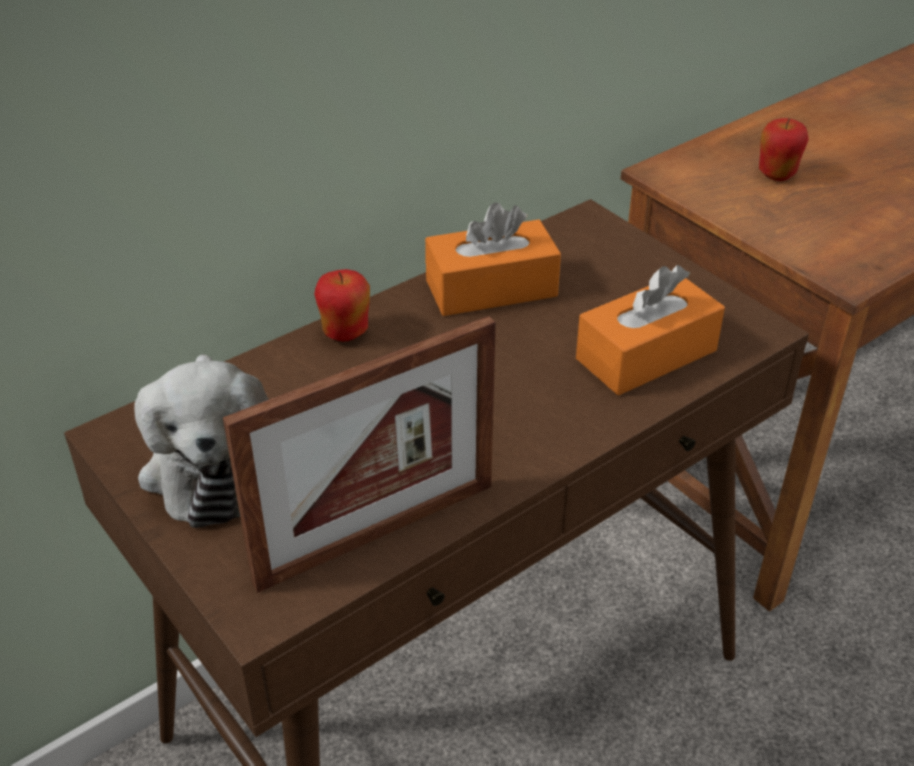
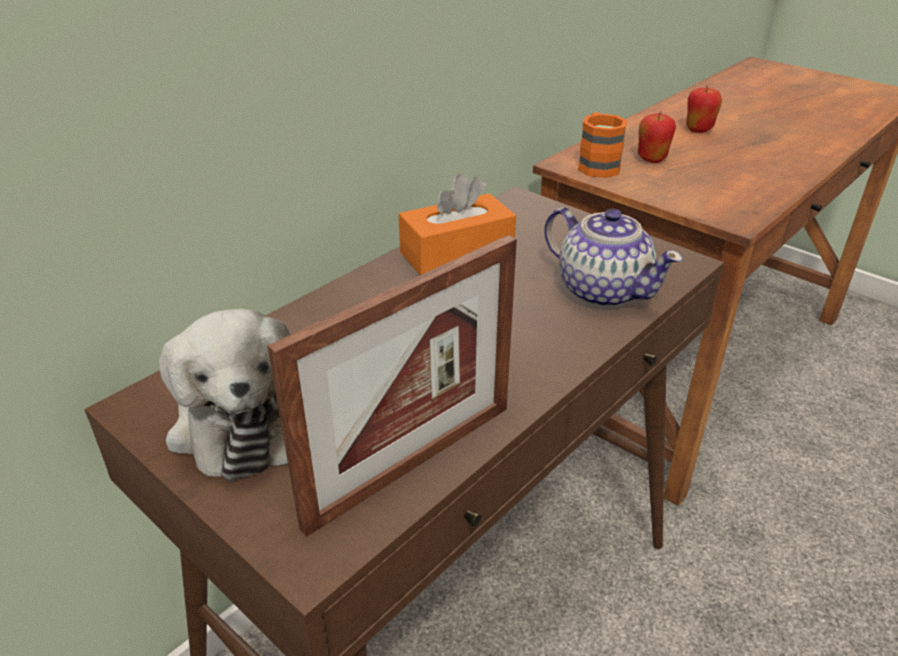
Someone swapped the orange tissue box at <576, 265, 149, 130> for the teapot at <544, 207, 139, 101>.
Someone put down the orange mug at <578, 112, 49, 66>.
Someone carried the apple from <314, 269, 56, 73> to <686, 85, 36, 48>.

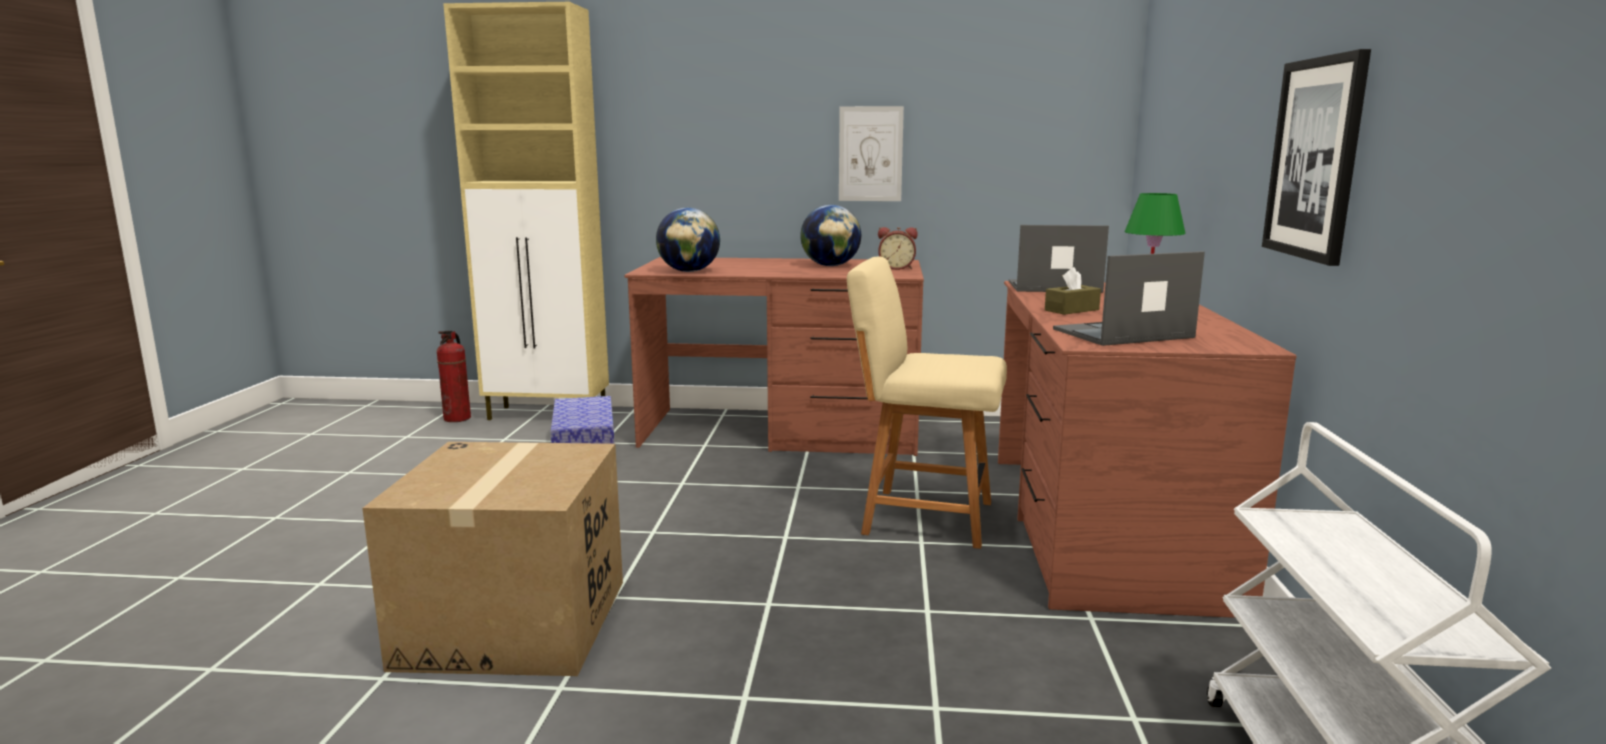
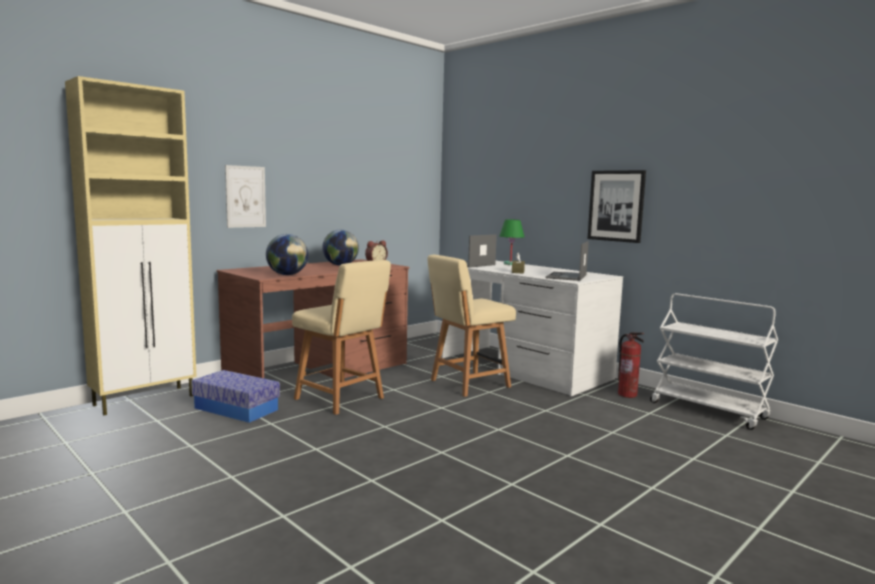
Someone carried the picture from <839, 106, 65, 95> to <225, 165, 41, 63>.
Someone put down the beige chair at <292, 260, 99, 155>.
Someone repainted the brown desk at <998, 281, 299, 337>, which became the white desk at <442, 261, 181, 135>.
Someone carried the fire extinguisher from <437, 331, 34, 91> to <618, 332, 26, 66>.
Someone took away the cardboard box at <362, 442, 261, 234>.

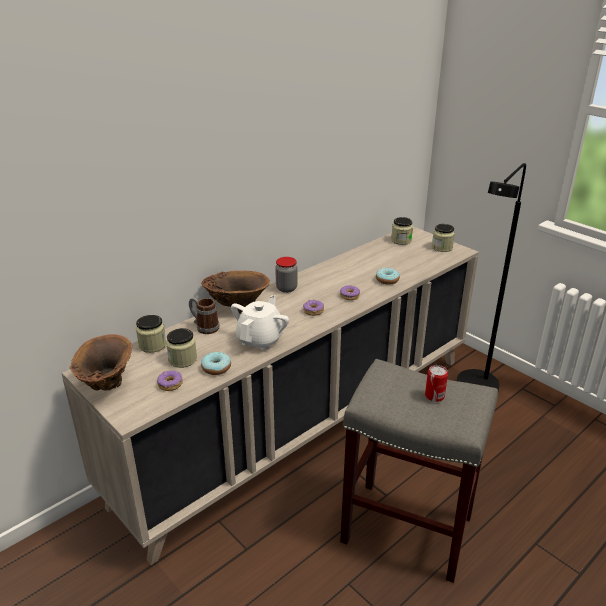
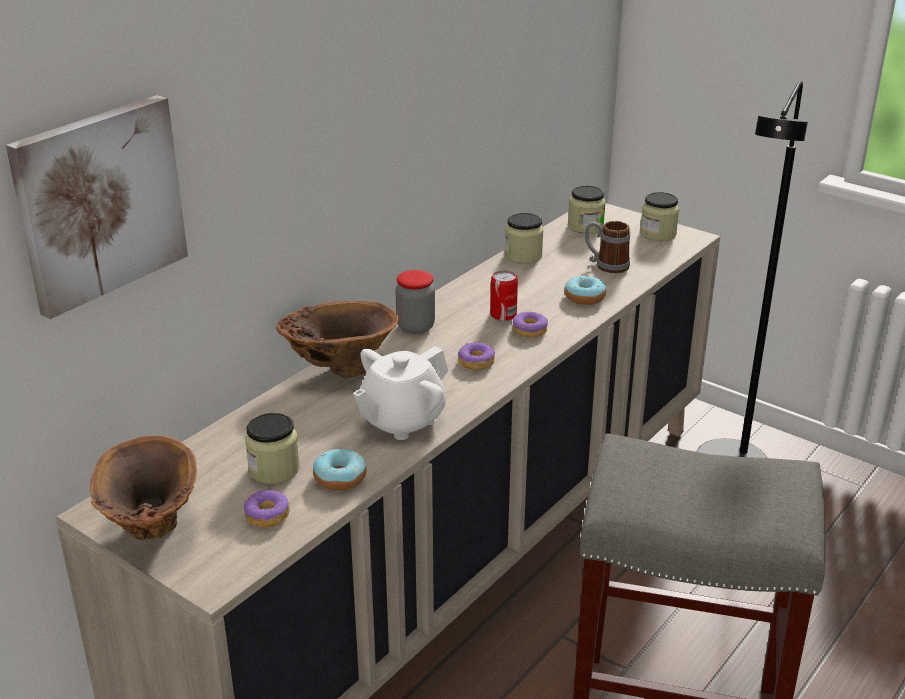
Someone put up the picture at <6, 95, 182, 224>.
Someone rotated the white teapot at <231, 295, 58, 56> by 150 degrees counterclockwise.
Someone carried the can from <425, 365, 23, 37> to <490, 270, 28, 51>.
Someone carried the jar from <136, 315, 30, 38> to <505, 213, 38, 51>.
Someone carried the mug from <189, 297, 31, 37> to <584, 221, 46, 52>.

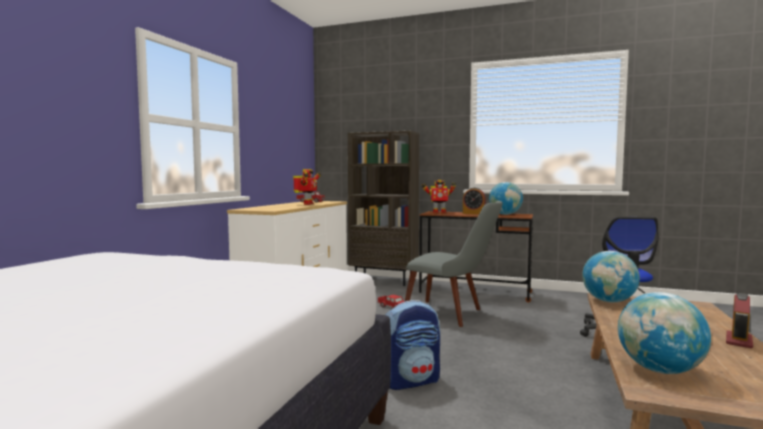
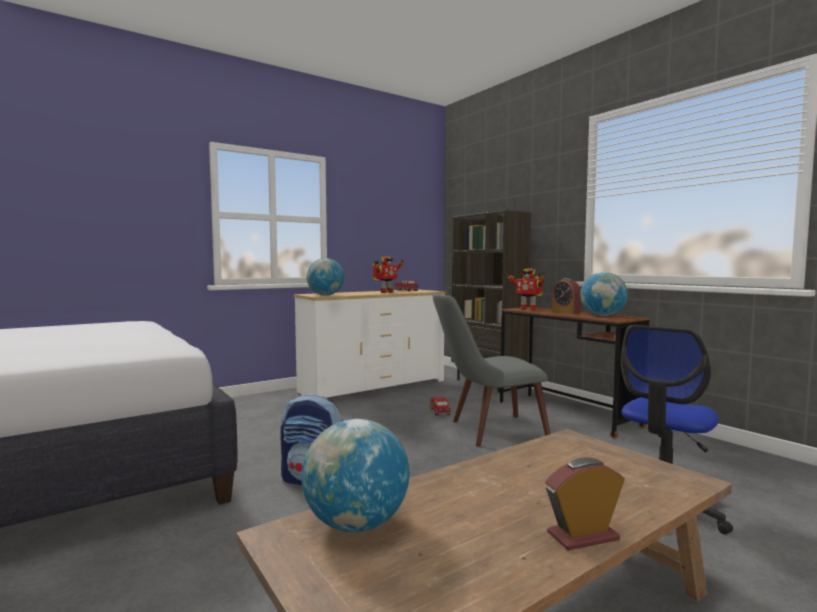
Someone carried the globe from <582, 251, 58, 51> to <306, 258, 38, 38>.
Someone rotated the grey chair at <405, 201, 98, 126> by 105 degrees clockwise.

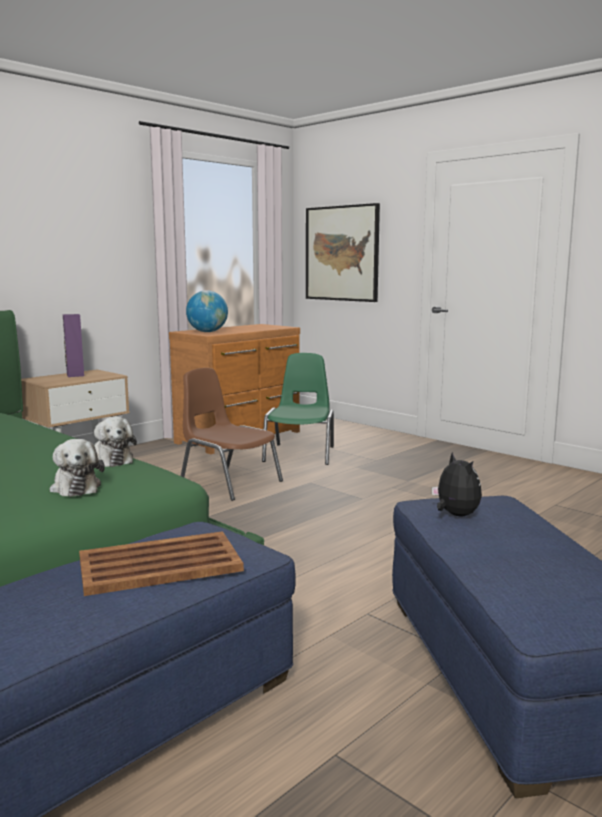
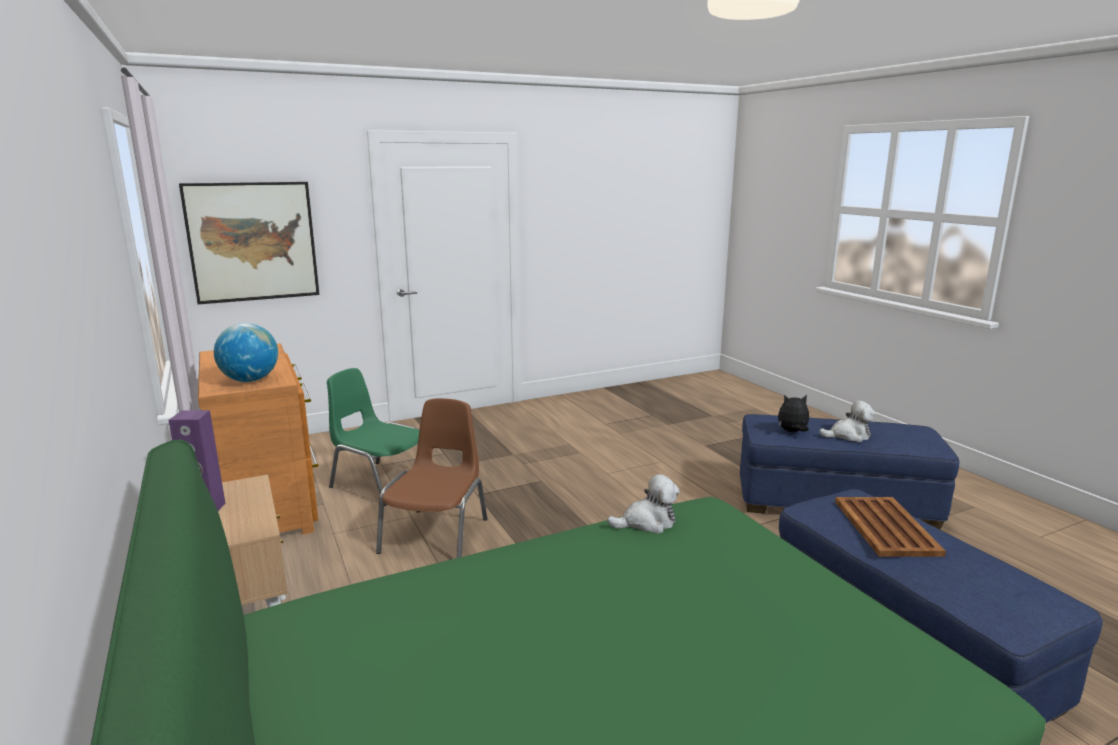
Someone rotated the brown chair at <181, 368, 102, 133> by 135 degrees clockwise.
Someone carried the plush toy from <49, 439, 56, 58> to <819, 401, 56, 41>.

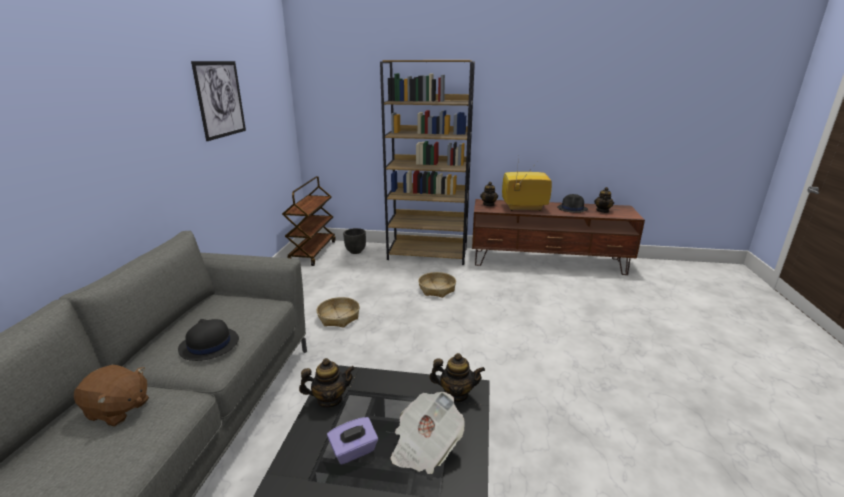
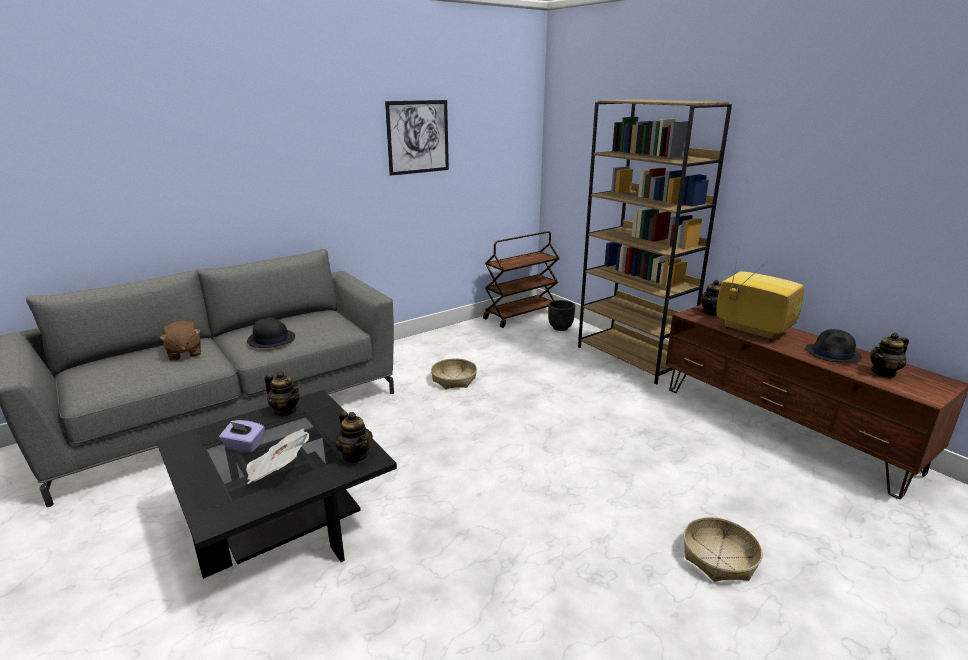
Someone carried the basket from <418, 272, 38, 26> to <683, 517, 79, 64>.

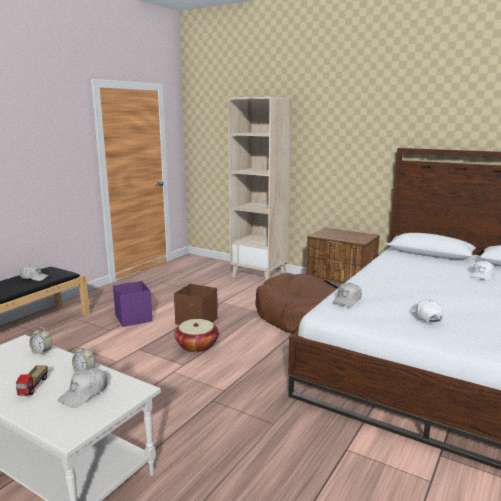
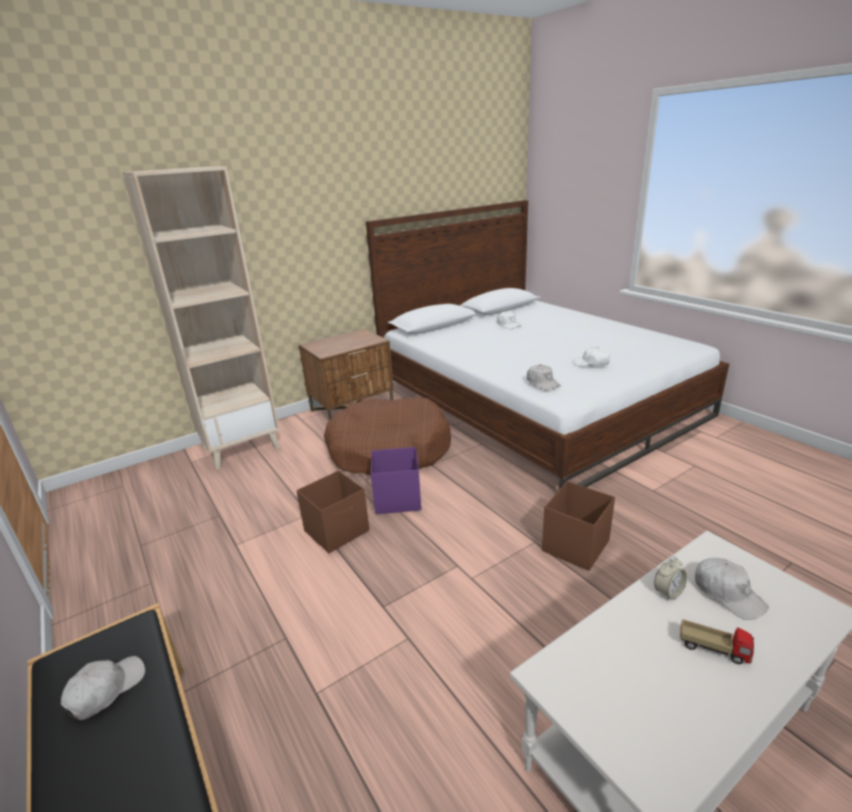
Someone carried the purple storage box from <113, 281, 39, 46> to <371, 447, 50, 67>.
Someone put down the brown storage box at <542, 481, 73, 90>.
Someone took away the alarm clock at <29, 327, 23, 27>.
Someone took away the basket at <174, 319, 45, 33>.

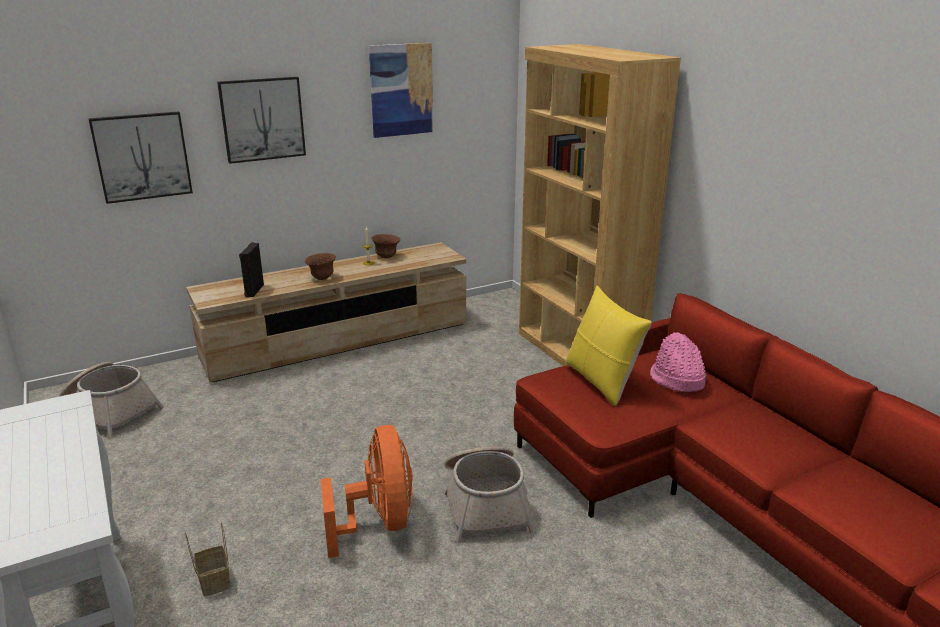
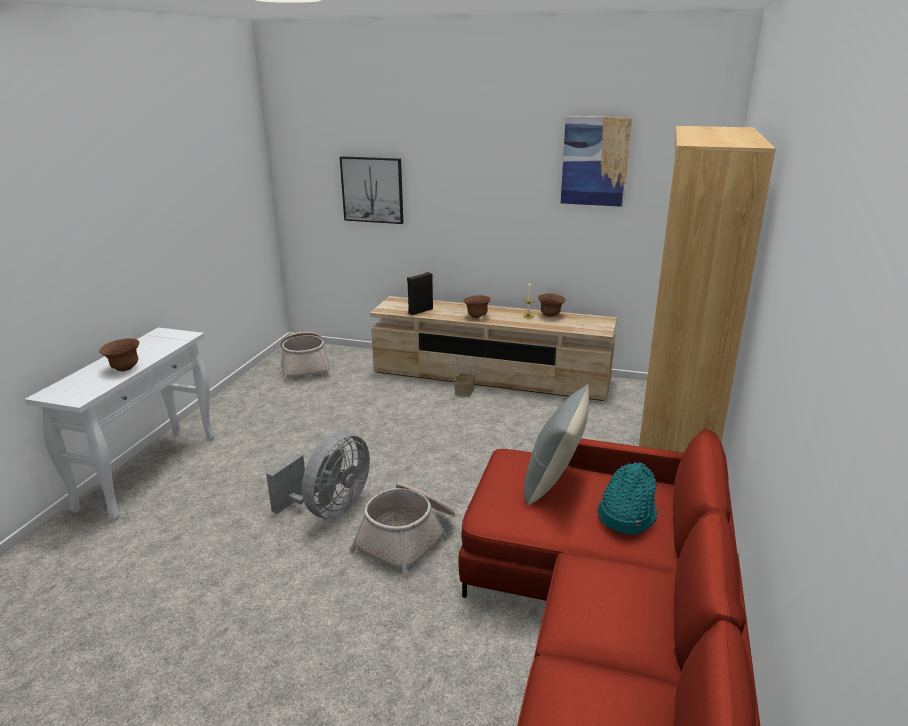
Someone put down the brown bowl at <99, 338, 40, 33>.
Someone repainted the orange fan at <321, 425, 92, 133>, which became the grey fan at <266, 432, 104, 87>.
Someone carried the basket from <185, 521, 46, 75> to <453, 357, 22, 40>.
Someone repainted the yellow pillow at <566, 286, 86, 120>, which became the grey pillow at <524, 384, 65, 121>.
Someone repainted the pink hat at <650, 332, 56, 60>, which became the turquoise hat at <597, 462, 60, 73>.
Someone took away the picture at <217, 77, 89, 87>.

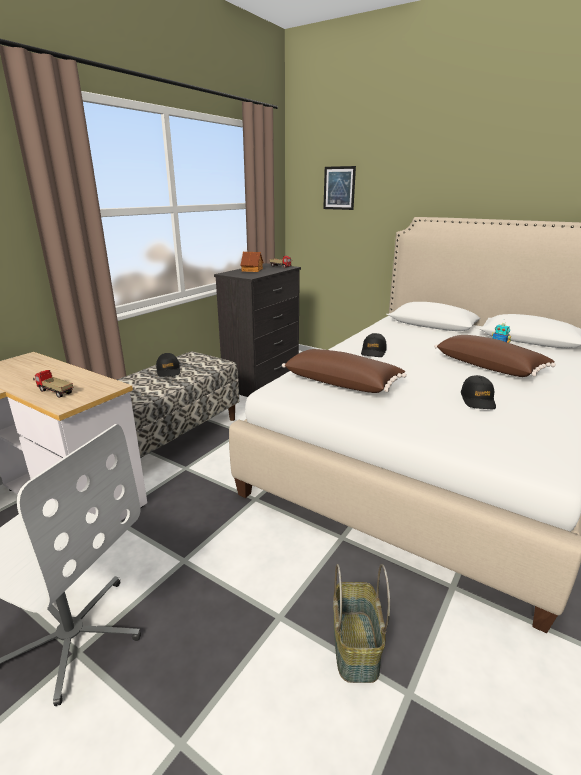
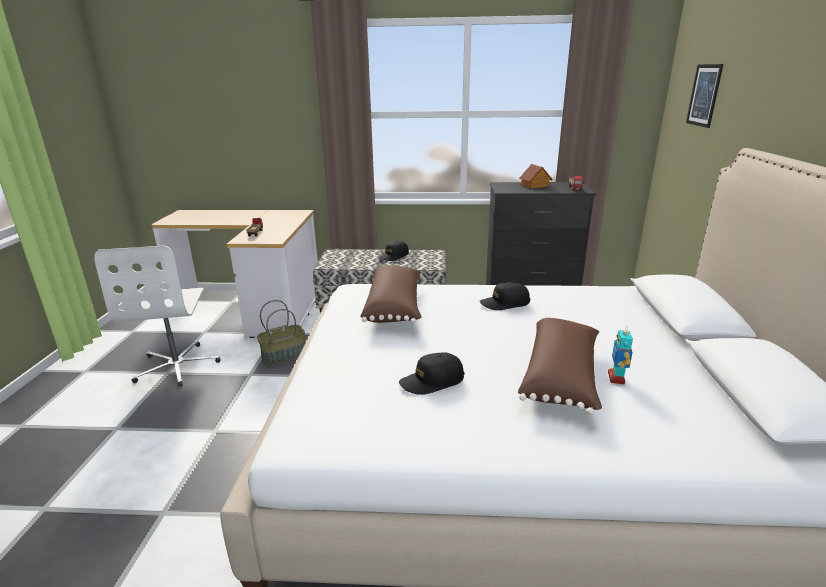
Someone carried the basket from <333, 564, 57, 119> to <257, 300, 48, 65>.

